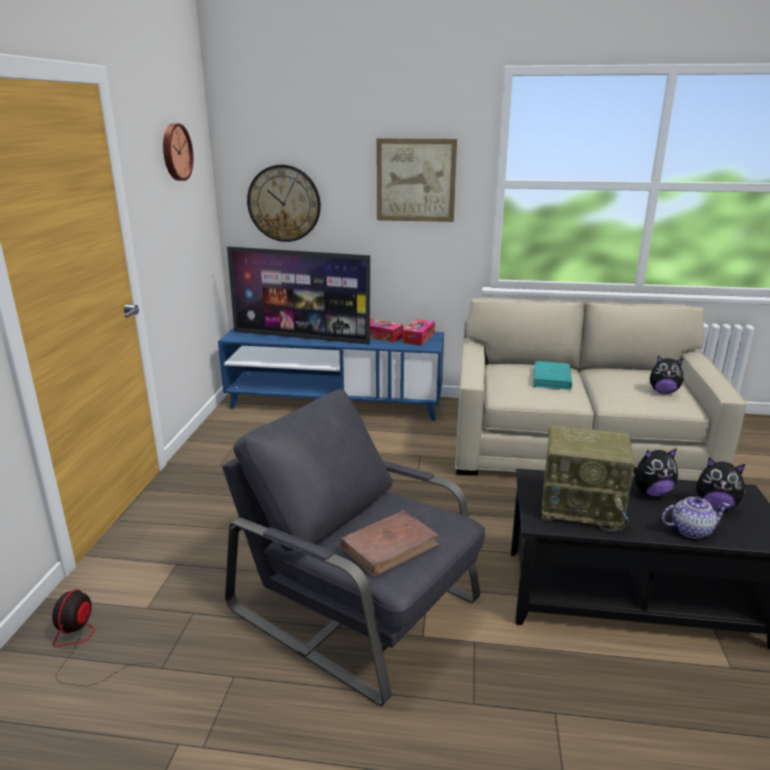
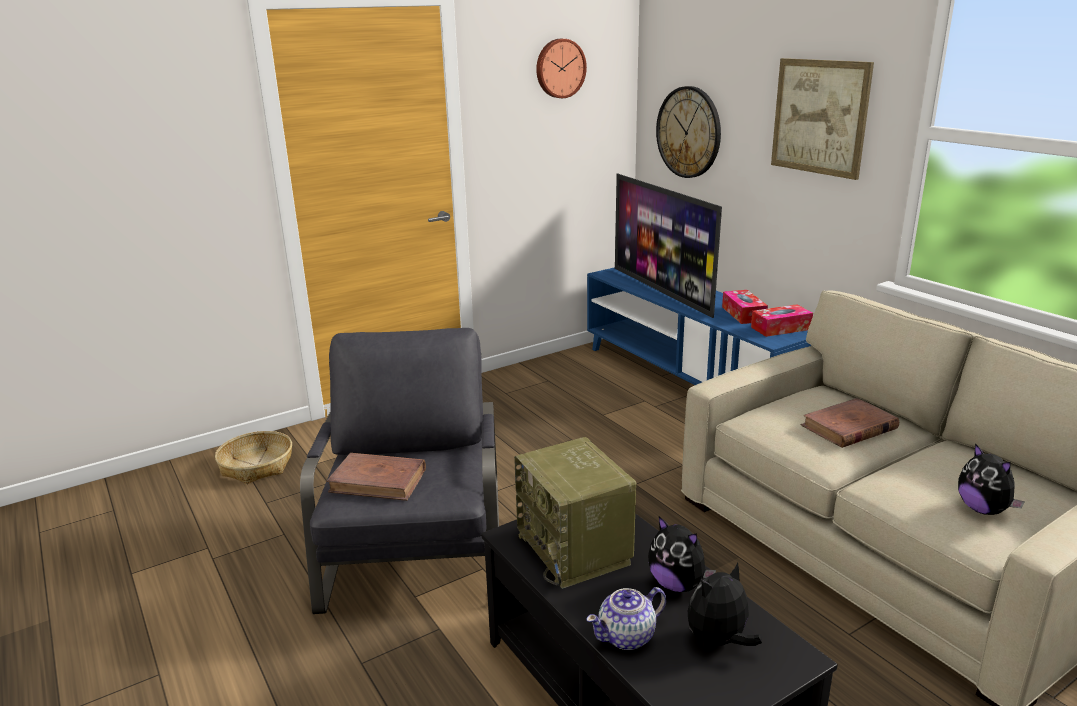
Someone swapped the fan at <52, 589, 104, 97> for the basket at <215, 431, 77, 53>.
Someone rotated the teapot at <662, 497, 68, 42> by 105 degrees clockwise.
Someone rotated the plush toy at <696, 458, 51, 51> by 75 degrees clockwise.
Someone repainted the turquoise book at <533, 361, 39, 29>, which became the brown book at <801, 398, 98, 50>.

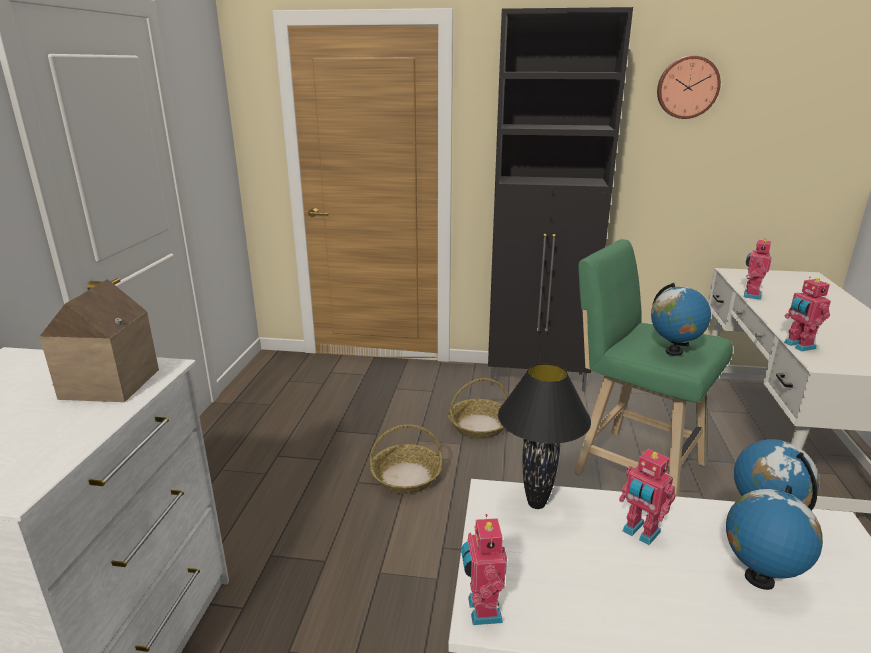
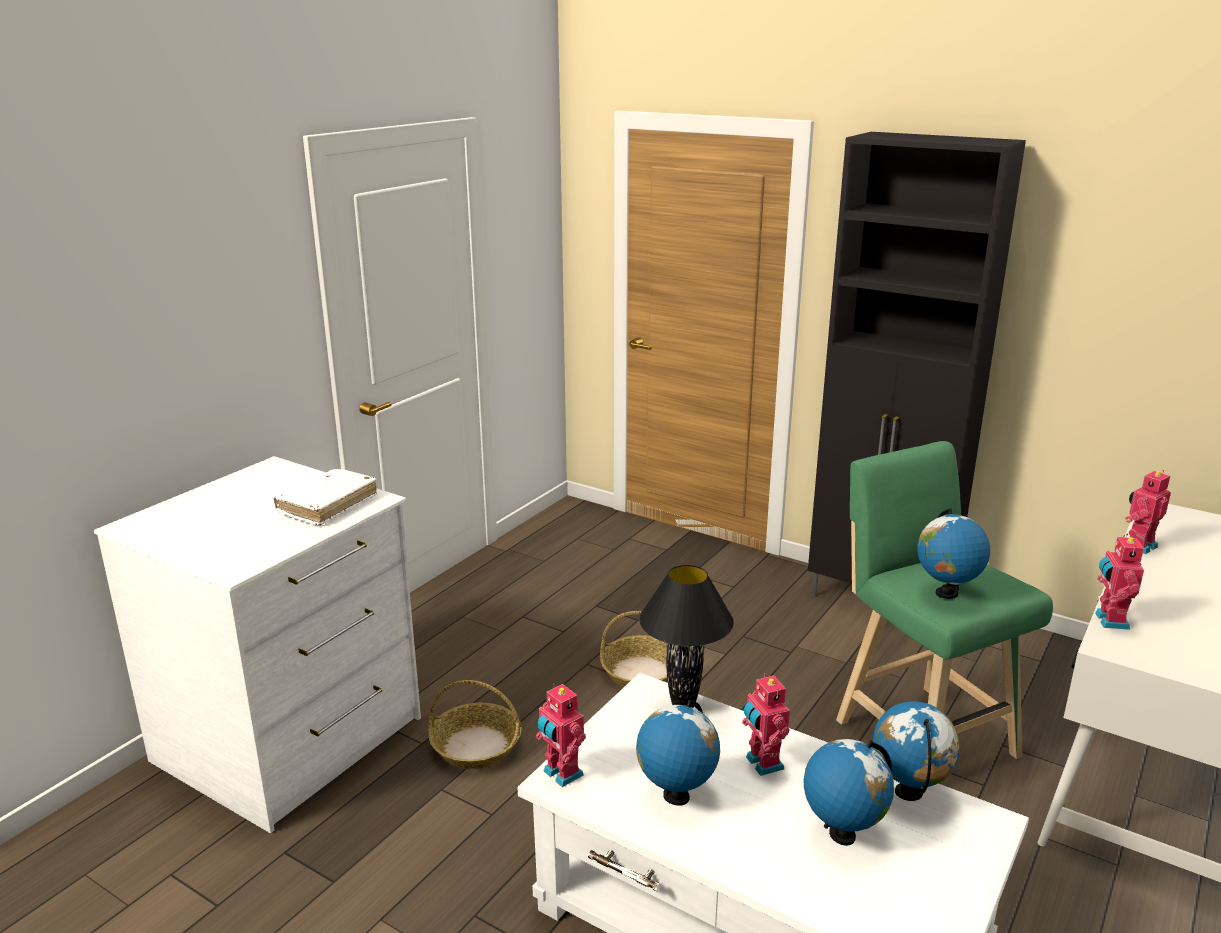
Someone swapped the toy house at <39, 279, 120, 123> for the white book at <273, 469, 104, 56>.
Someone carried the basket from <448, 378, 61, 61> to <428, 680, 94, 89>.
Someone rotated the toy robot at <461, 514, 46, 111> by 60 degrees counterclockwise.
Someone put down the globe at <636, 700, 84, 106>.
Someone took away the wall clock at <657, 56, 64, 63>.

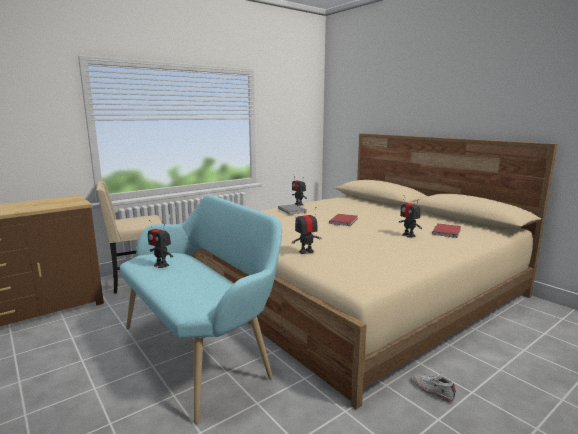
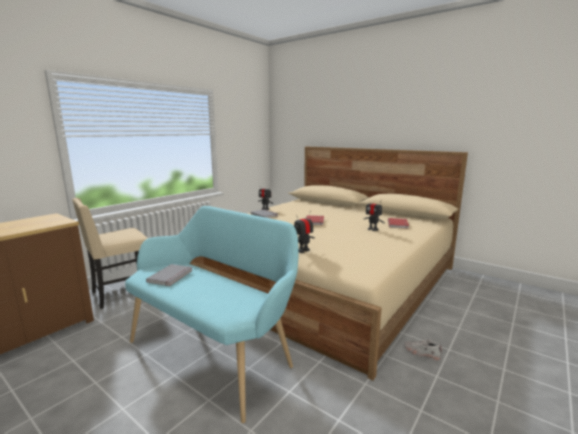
Someone swapped the toy robot at <148, 220, 25, 48> for the grey book at <146, 264, 47, 22>.

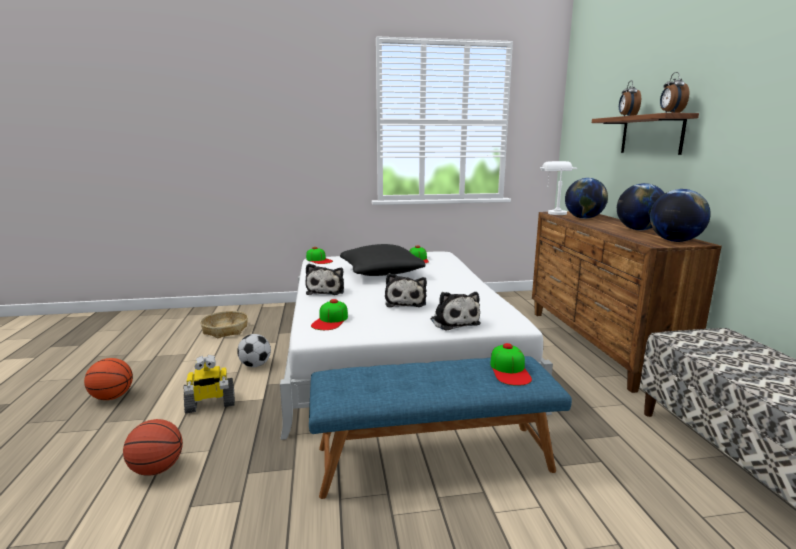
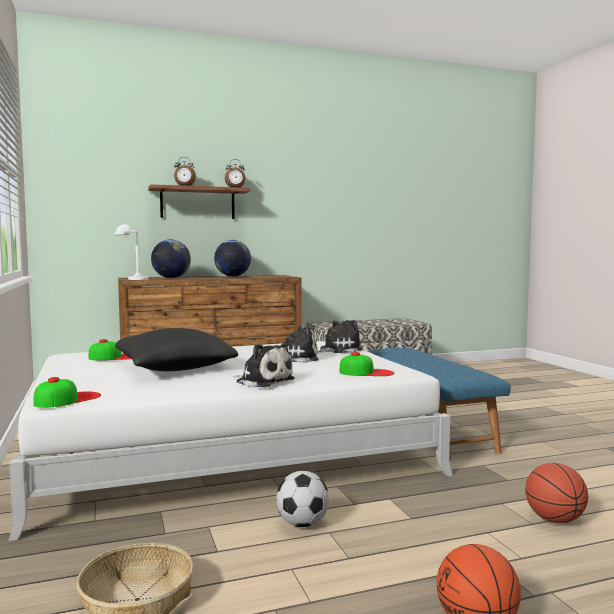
Someone rotated the plush toy at <306, 264, 38, 31> by 45 degrees clockwise.
Someone took away the toy robot at <184, 355, 51, 59>.
Someone took away the cap at <490, 343, 42, 43>.
Someone took away the globe at <650, 189, 61, 53>.

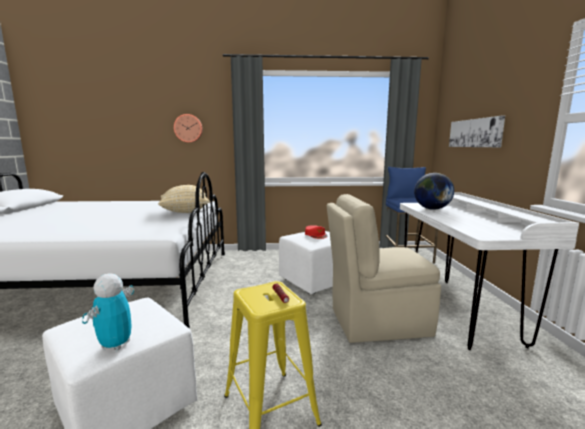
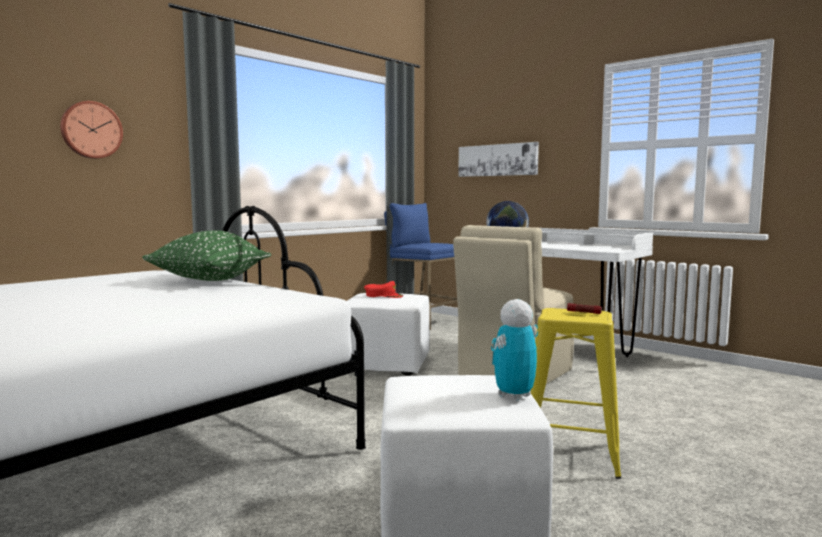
Someone repainted the beige pillow at <158, 185, 52, 28>, which became the green pillow at <142, 230, 129, 51>.
Someone rotated the toy robot at <82, 273, 52, 78> by 75 degrees clockwise.

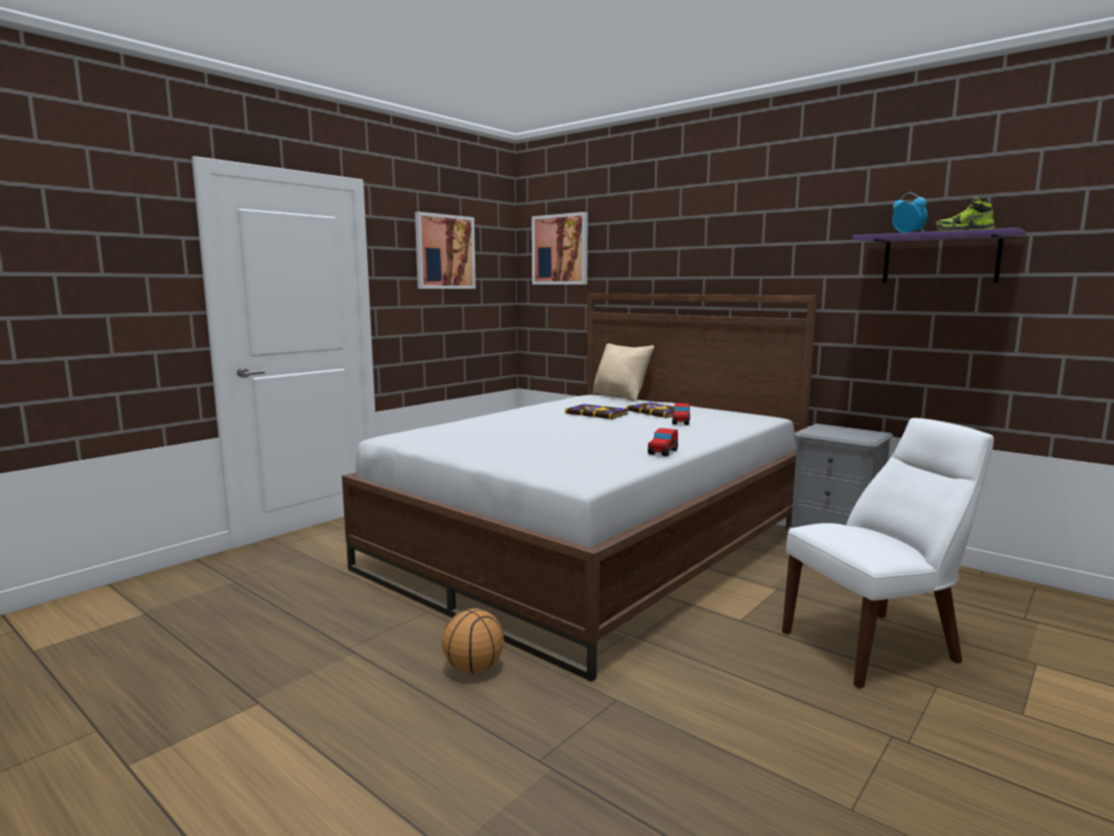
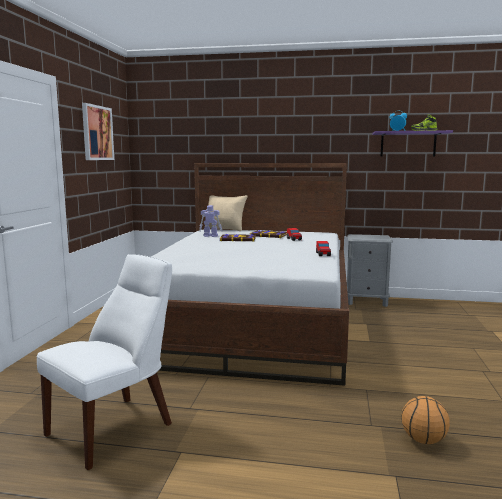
Someone carried the white chair from <782, 418, 212, 270> to <37, 254, 135, 216>.
Someone put down the toy robot at <199, 205, 23, 32>.
Someone carried the basketball from <442, 608, 62, 65> to <401, 396, 49, 48>.
Someone took away the picture at <532, 212, 56, 73>.

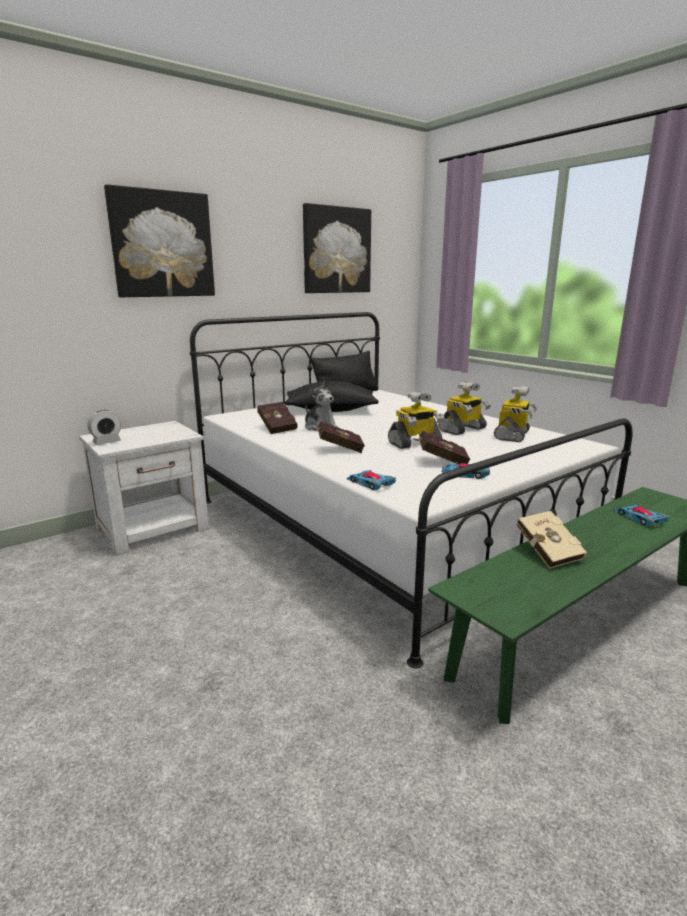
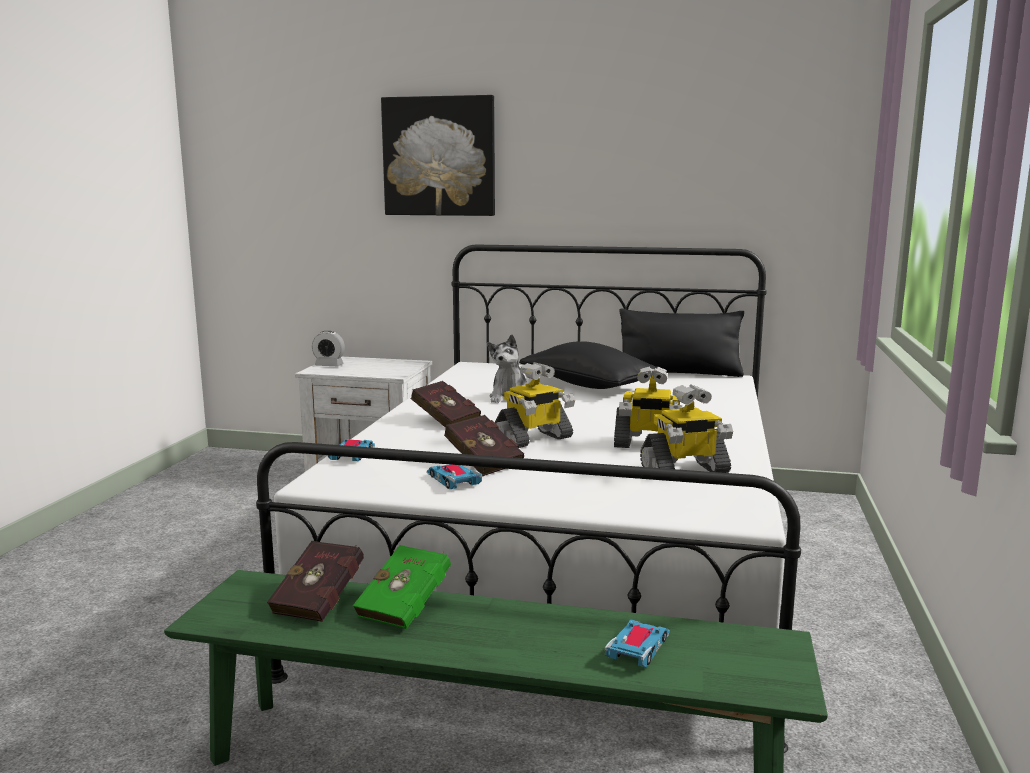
Someone carried the red book from <257, 402, 40, 32> to <267, 541, 97, 81>.
Someone repainted the beige book at <516, 511, 71, 58>, which became the green book at <353, 545, 98, 84>.
Someone rotated the toy robot at <388, 391, 56, 58> by 60 degrees counterclockwise.
Someone took away the picture at <303, 203, 68, 90>.

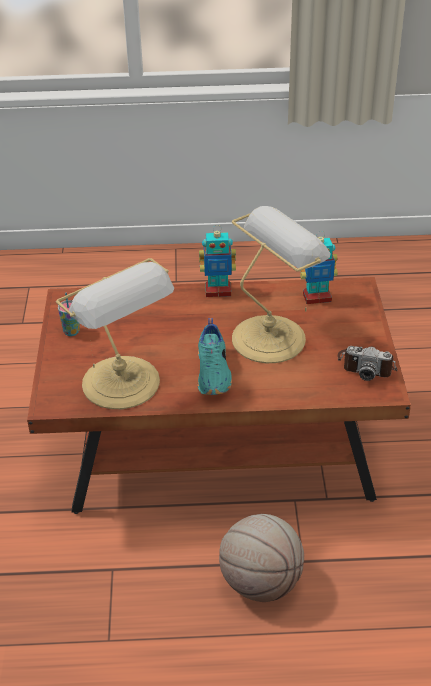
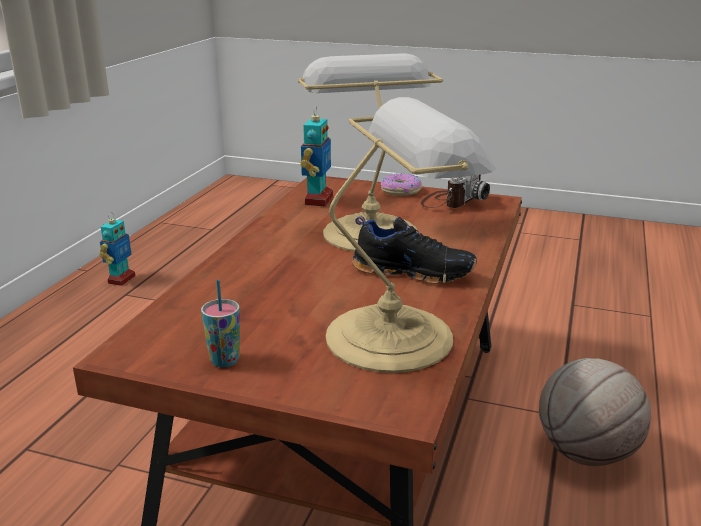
Someone carried the toy robot from <199, 225, 37, 72> to <99, 212, 36, 74>.
Someone repainted the turquoise shoe at <198, 318, 34, 77>, which became the black shoe at <352, 216, 125, 68>.
Someone put down the donut at <381, 173, 41, 23>.

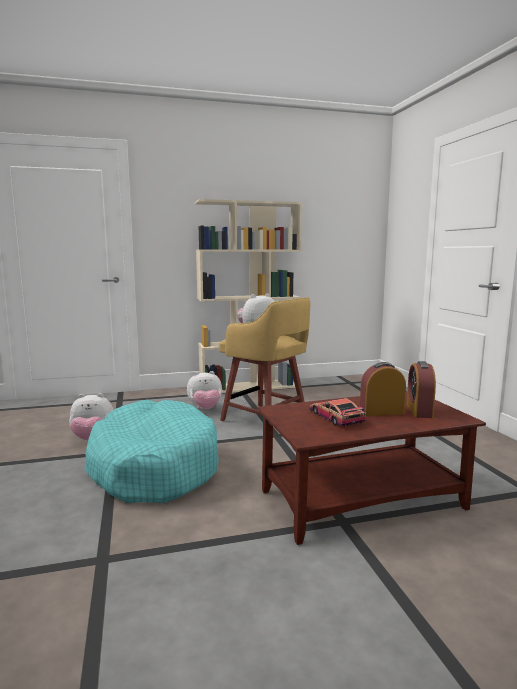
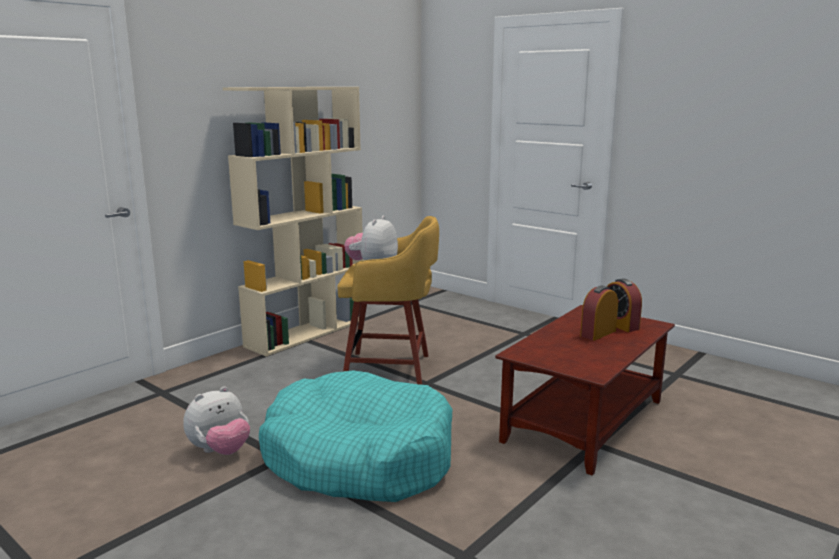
Someone took away the plush toy at <187, 371, 35, 38>.
Someone took away the toy car at <309, 398, 57, 28>.

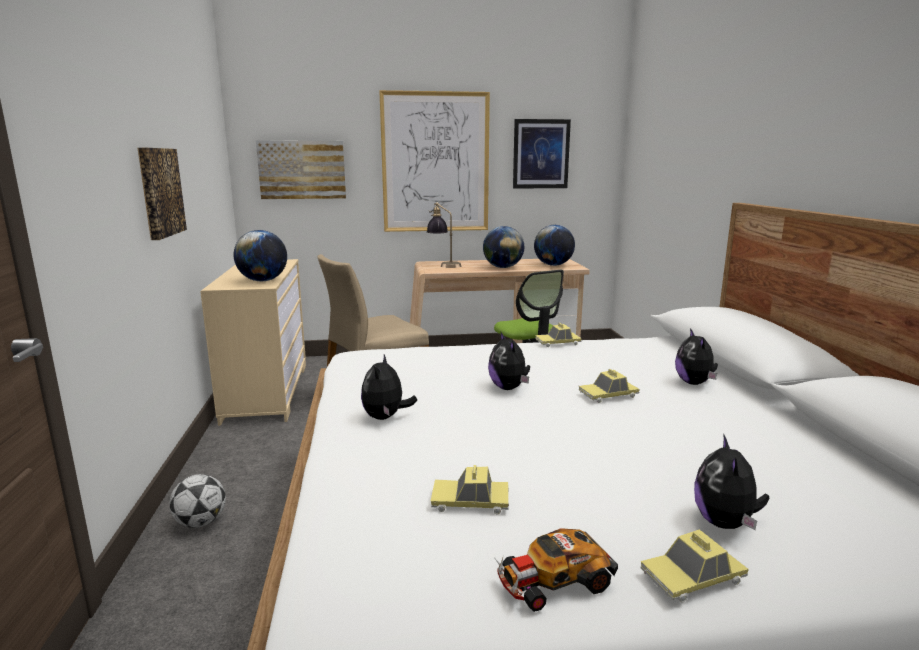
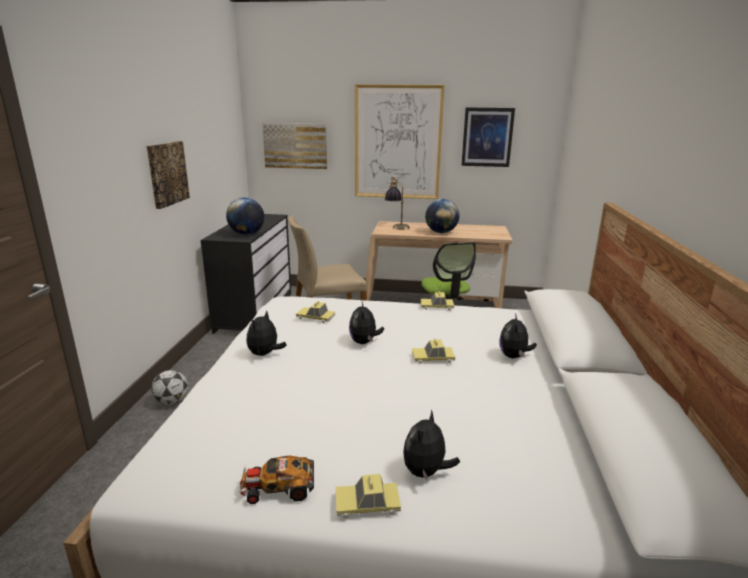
Someone repainted the beige dresser at <200, 259, 106, 167>, which became the black dresser at <201, 214, 90, 120>.
Someone carried the toy car from <431, 465, 78, 49> to <296, 301, 39, 22>.
Someone took away the globe at <534, 225, 41, 41>.

